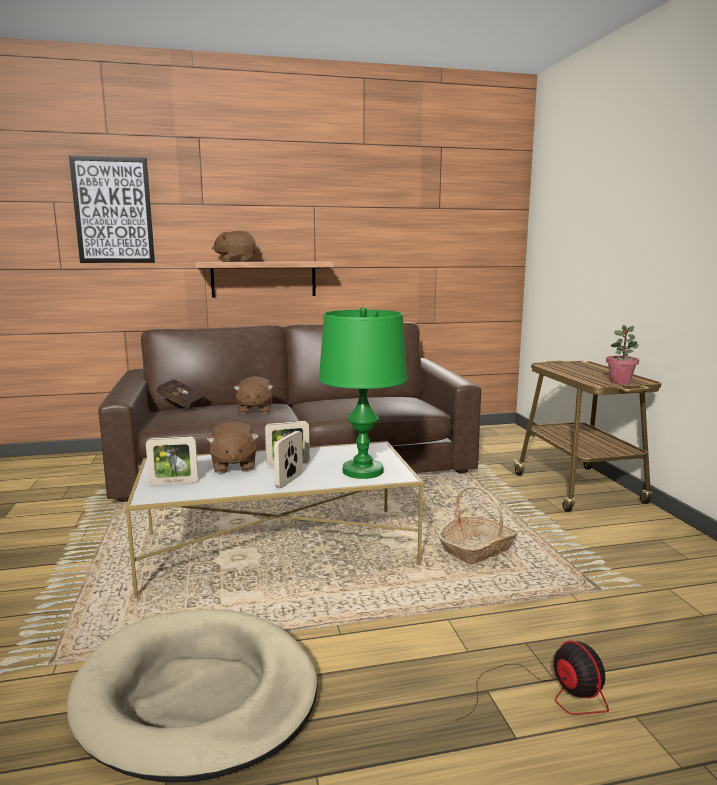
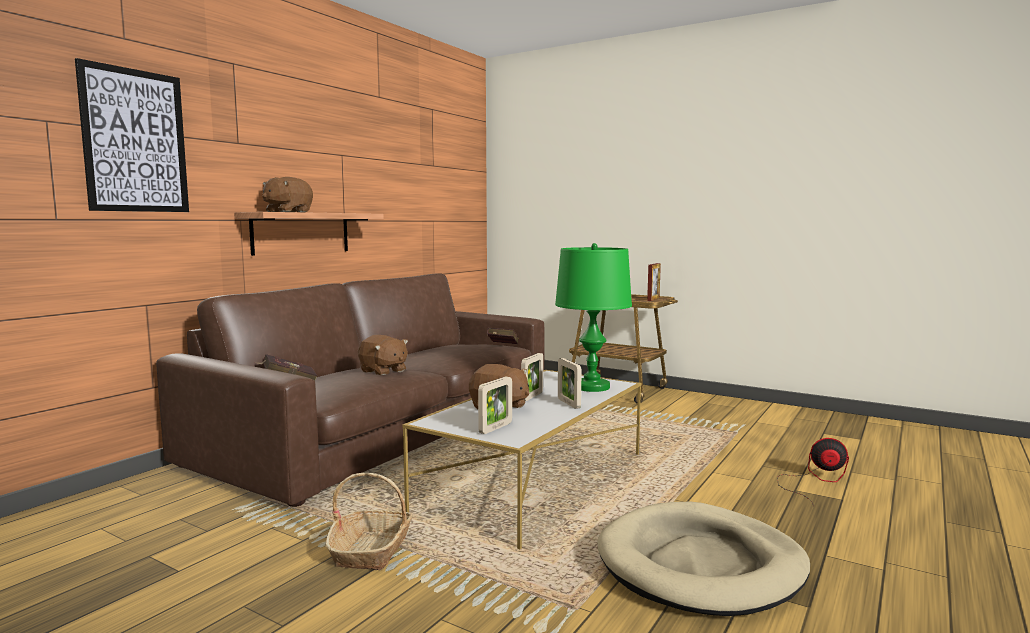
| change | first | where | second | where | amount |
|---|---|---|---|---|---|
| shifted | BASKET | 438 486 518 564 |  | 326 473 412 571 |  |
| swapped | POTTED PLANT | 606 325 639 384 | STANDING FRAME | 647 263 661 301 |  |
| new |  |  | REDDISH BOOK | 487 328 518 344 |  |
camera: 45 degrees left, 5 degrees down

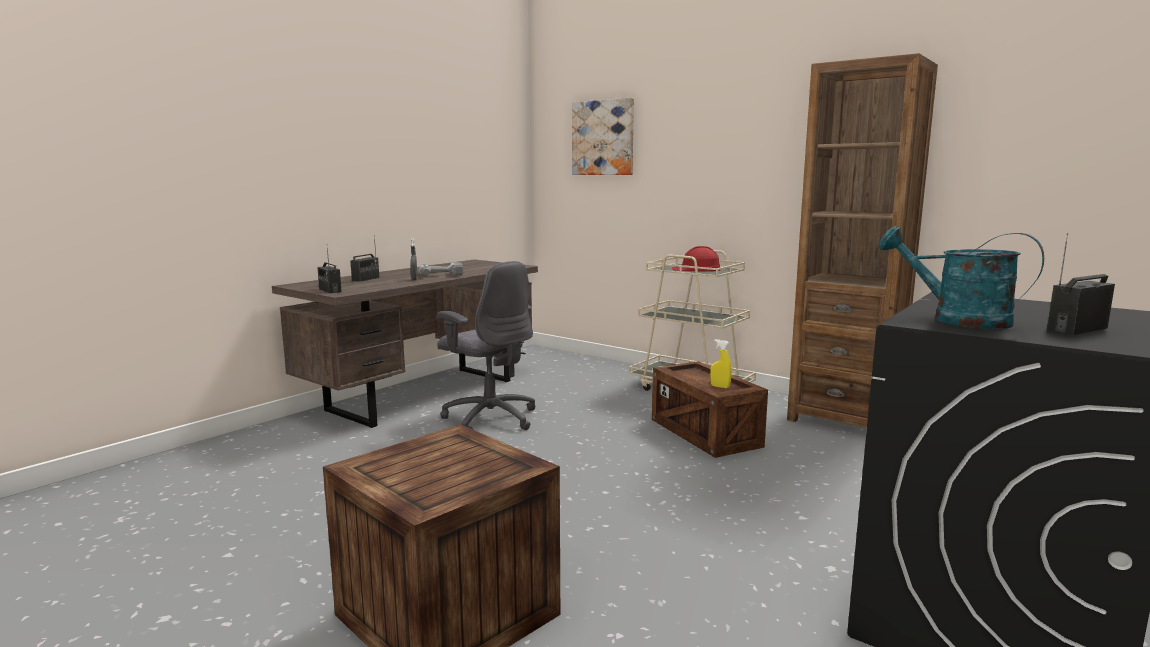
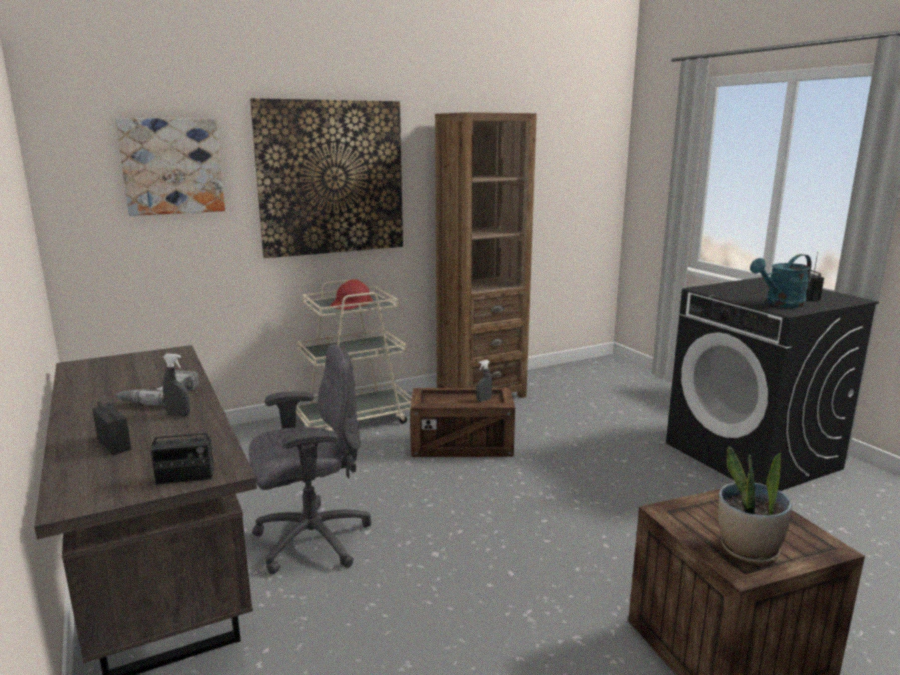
| change | first | where | second | where | amount |
|---|---|---|---|---|---|
| repainted | YELLOW HAND SPRAYER | 710 339 732 388 | GREY HAND SPRAYER | 476 360 492 402 |  |
| new |  |  | WALL ART | 250 98 403 258 |  |
| new |  |  | POTTED PLANT | 718 446 792 564 |  |
camera: 65 degrees left, 5 degrees up

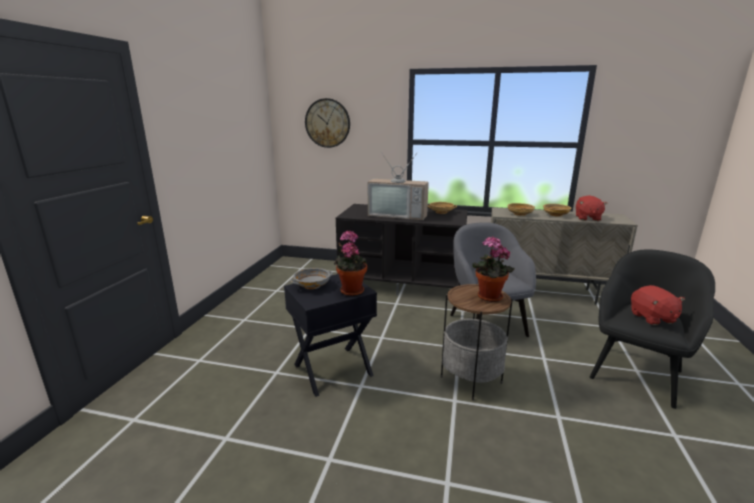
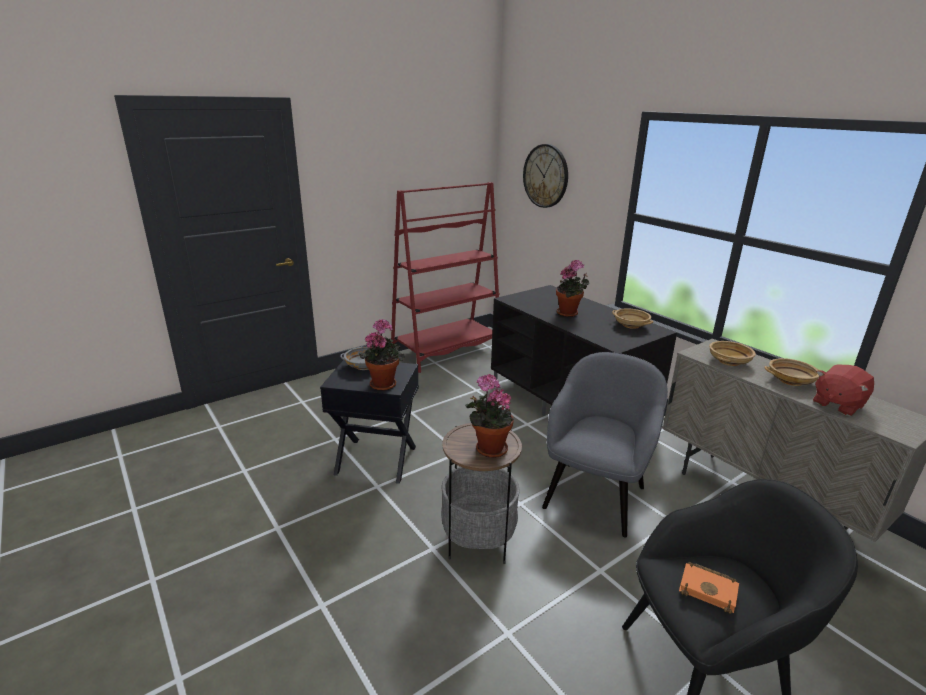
| change | first | where | second | where | amount |
|---|---|---|---|---|---|
| swapped | TELEVISION | 368 152 429 220 | POTTED PLANT | 556 260 590 317 |  |
| swapped | REDDISH SOFT TOY | 631 285 685 325 | ORANGEY BOOK | 679 562 739 614 |  |
| new |  |  | REDDISH SHELVING UNIT | 390 182 499 373 |  |
camera: 40 degrees right, 5 degrees up

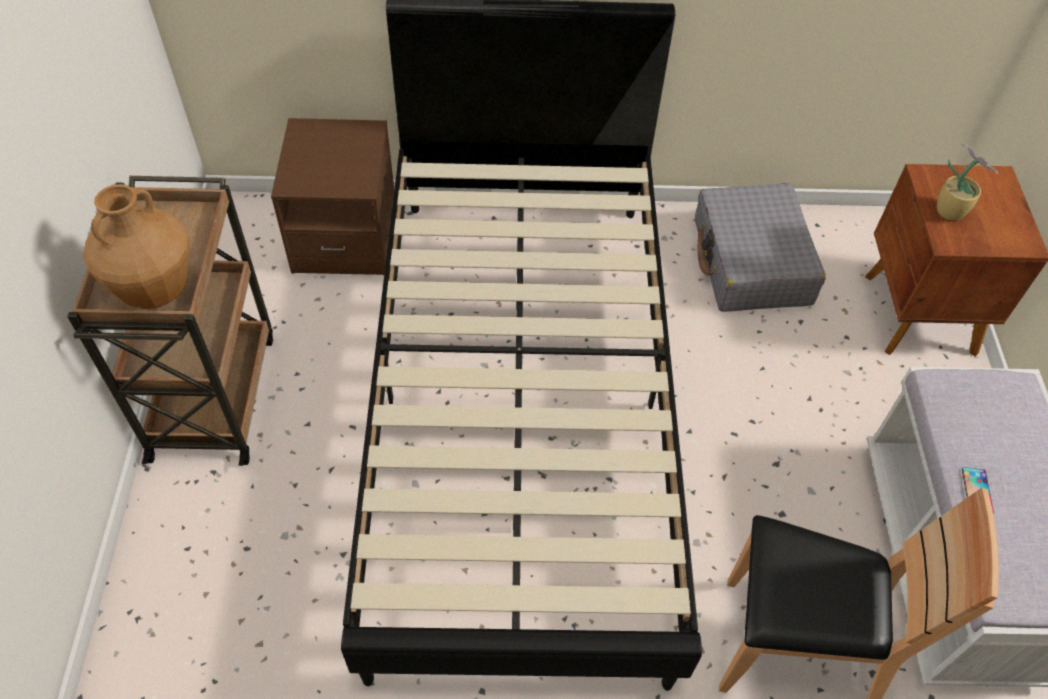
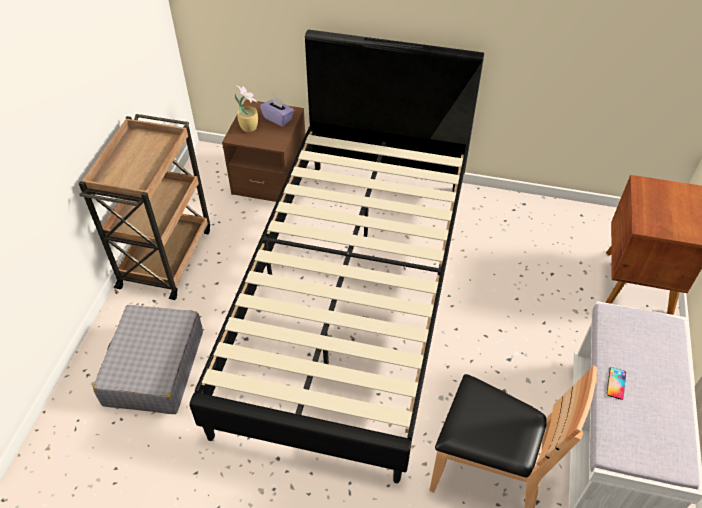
| change | first | where | second | where | amount |
|---|---|---|---|---|---|
| gone | BROWN FLOWER VASE | 83 184 190 309 |  |  |  |
| shifted | GREY PIECE OF LUGGAGE | 695 184 826 312 |  | 93 305 203 414 |  |
| shifted | POTTED PLANT | 937 144 998 221 |  | 234 85 258 132 |  |
| new |  |  | PURPLE TISSUE HOLDER | 260 96 294 127 |  |
camera: 15 degrees right, 5 degrees down

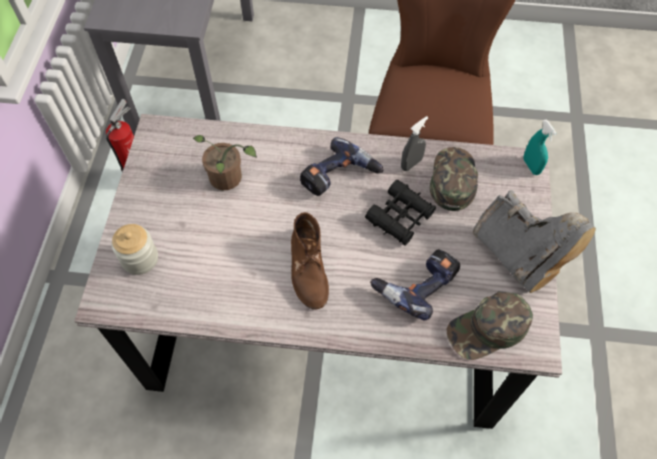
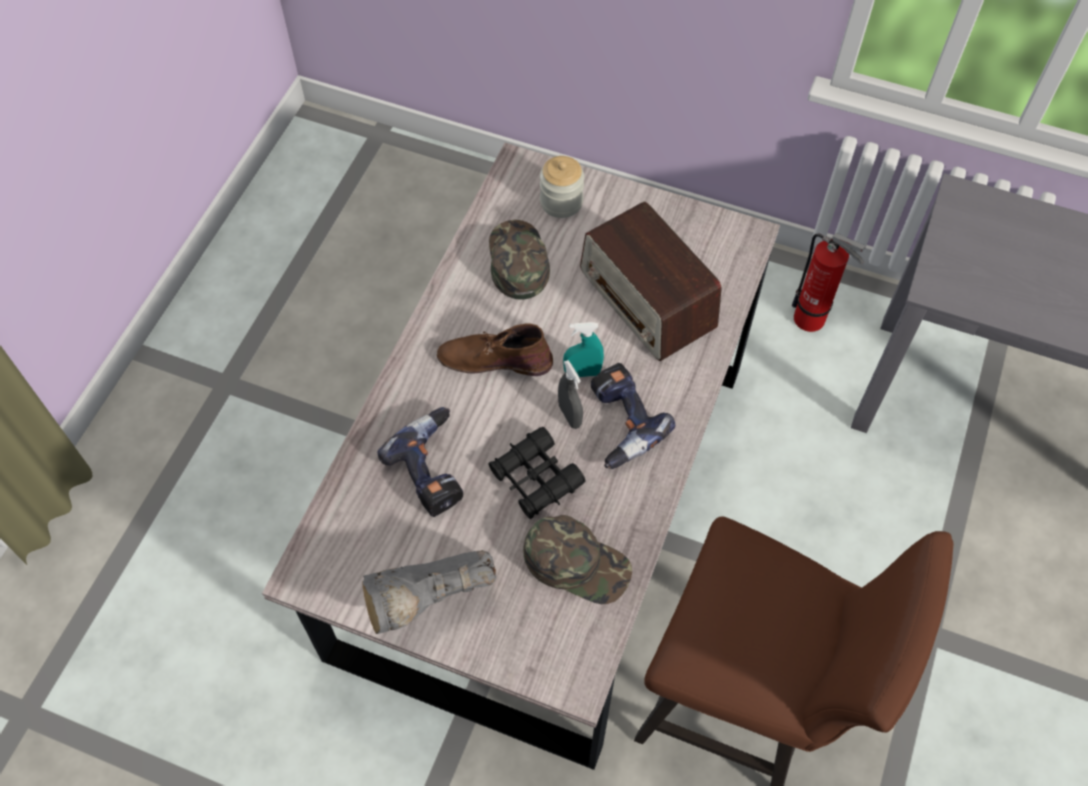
| change | first | where | second | where | amount |
|---|---|---|---|---|---|
| swapped | POTTED PLANT | 193 135 257 190 | RADIO | 580 201 722 361 |  |
| shifted | GREY HAND SPRAYER | 401 116 428 171 |  | 558 360 583 429 |  |
| shifted | GREEN-COLOURED CAP | 447 291 533 360 |  | 489 220 550 300 |  |
| shifted | BLUE-GREEN HAND SPRAYER | 523 120 557 175 |  | 563 322 604 377 |  |
camera: 105 degrees right, 0 degrees up

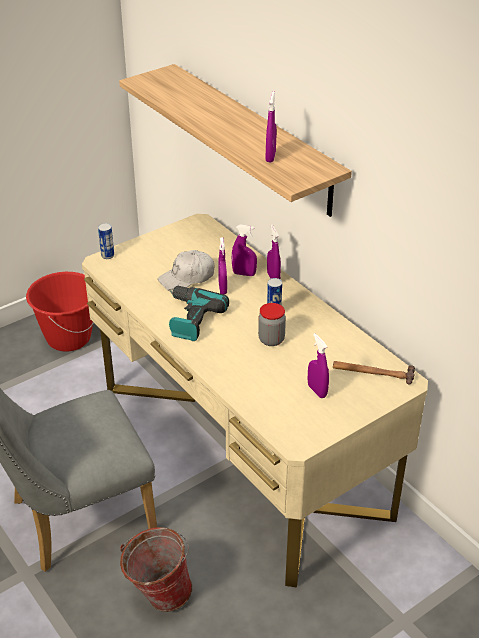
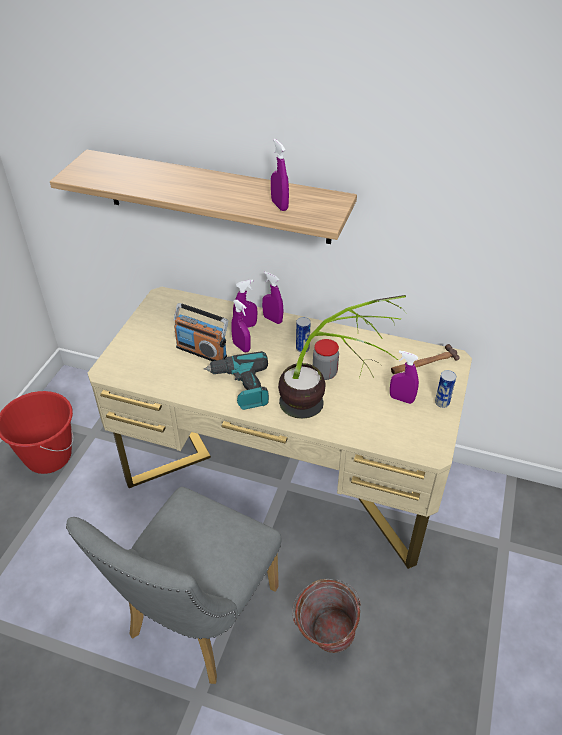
| change | first | where | second | where | amount |
|---|---|---|---|---|---|
| shifted | METAL CAN | 98 223 114 259 |  | 435 370 456 408 |  |
| swapped | WHITISH CAP | 158 250 214 290 | RADIO | 174 303 228 361 |  |
| new |  |  | POTTED PLANT | 278 295 407 419 |  |
camera: 35 degrees left, 5 degrees up

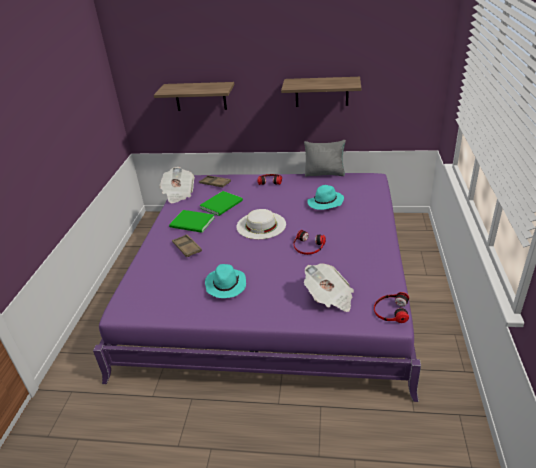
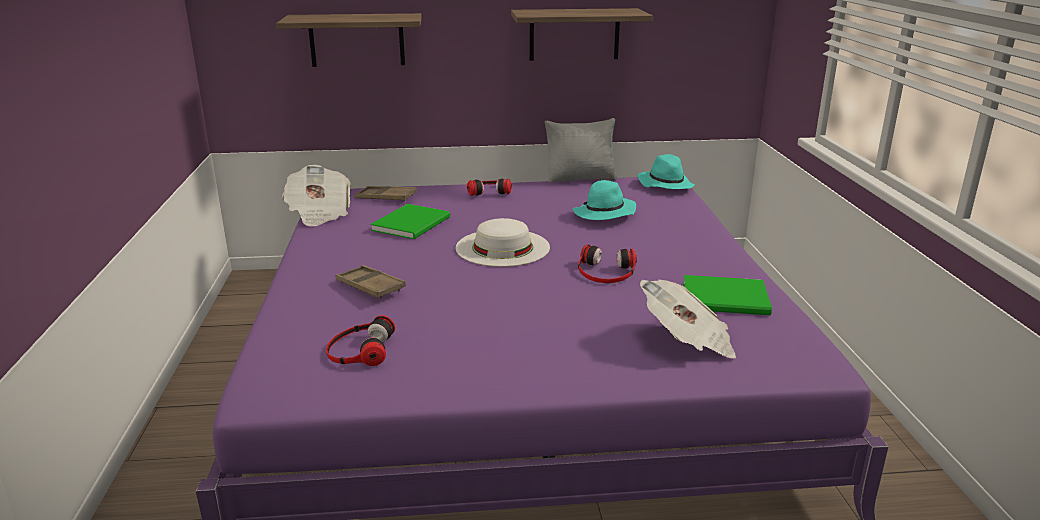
| change | first | where | second | where | amount |
|---|---|---|---|---|---|
| shifted | GREEN-COLOURED BOOK | 169 210 215 233 |  | 684 275 772 315 |  |
| shifted | BLUE-GREEN WEARABLE HAT | 205 264 246 298 |  | 638 154 695 189 |  |
| shifted | HEADPHONES | 374 292 409 323 |  | 326 315 395 366 |  |
camera: 15 degrees left, 10 degrees down

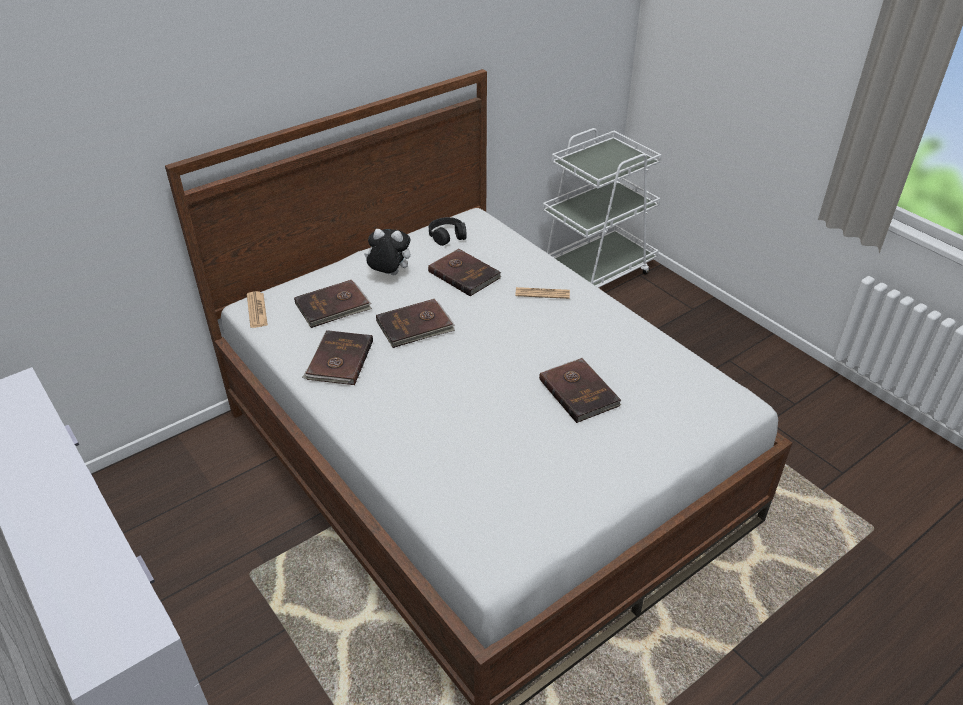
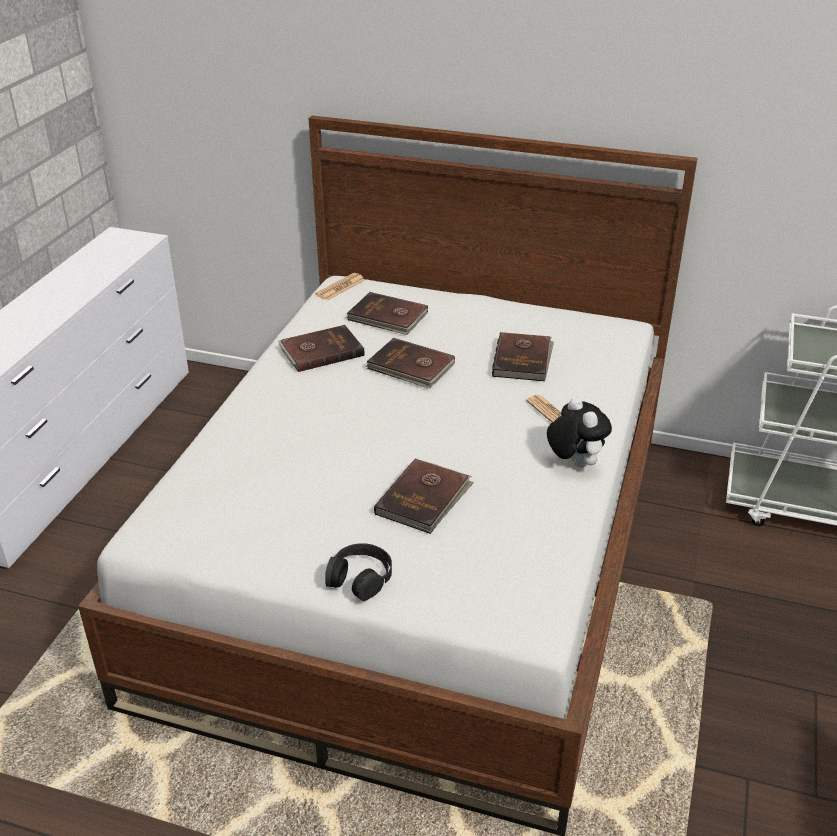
| change | first | where | second | where | amount |
|---|---|---|---|---|---|
| shifted | SOFT TOY | 364 229 410 275 |  | 547 397 612 468 |  |
| shifted | BLACK HEADPHONES | 429 217 467 246 |  | 325 543 392 601 |  |
camera: 55 degrees right, 5 degrees down

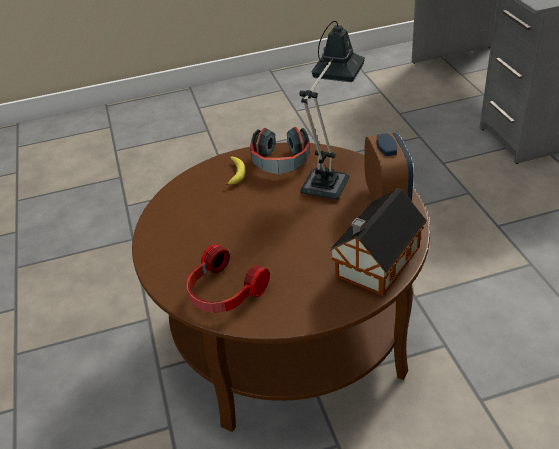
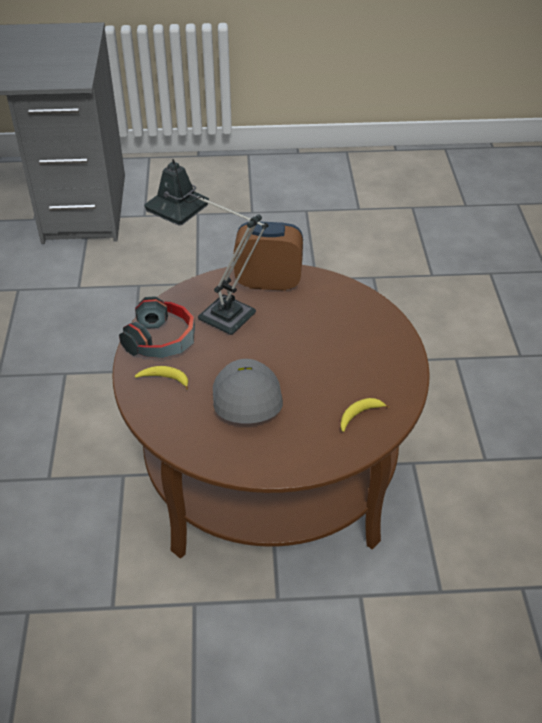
| change | first | where | second | where | amount |
|---|---|---|---|---|---|
| swapped | HEADPHONES | 186 244 270 313 | WHOLE BANANA | 341 398 389 432 |  |
| gone | TOY HOUSE | 329 188 427 296 |  |  |  |
| new |  |  | GREY CAP | 213 359 283 423 |  |
camera: 80 degrees left, 5 degrees up

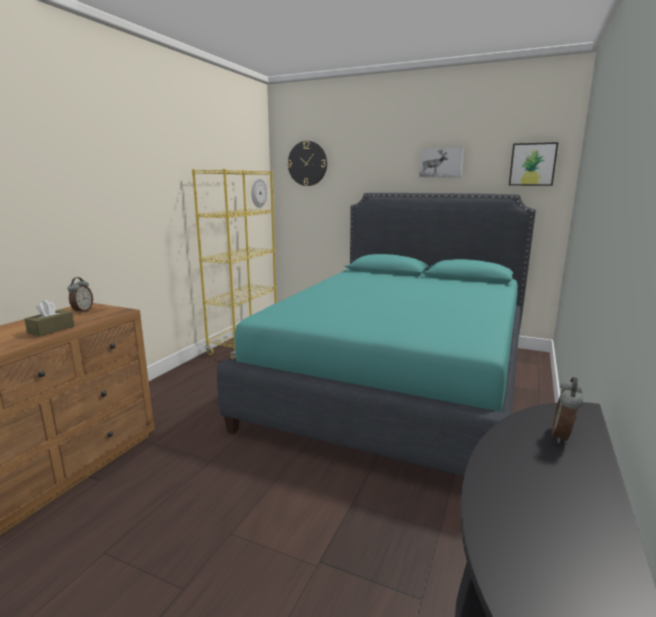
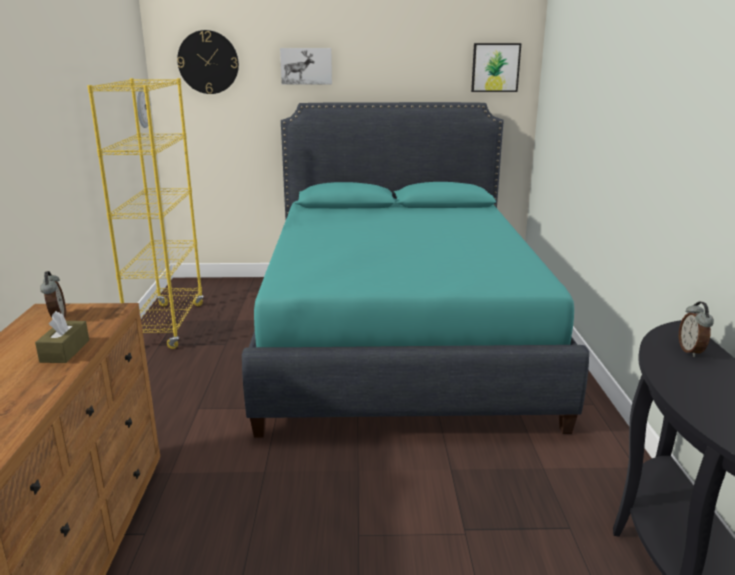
| change | first | where | second | where | amount |
|---|---|---|---|---|---|
| shifted | WALL ART | 419 147 464 177 |  | 280 48 332 85 |  |
camera: 25 degrees left, 5 degrees up

